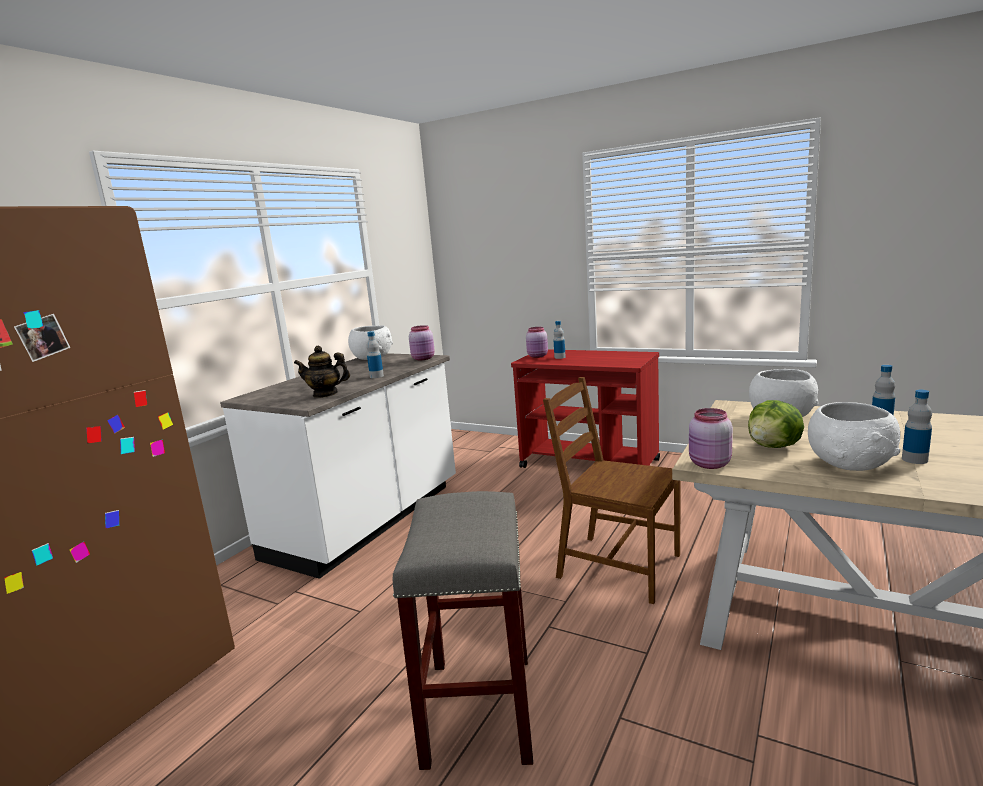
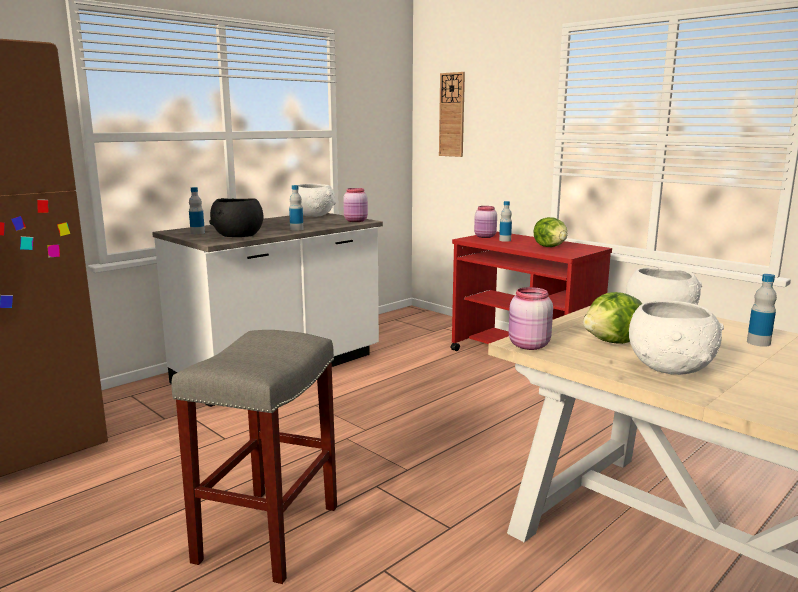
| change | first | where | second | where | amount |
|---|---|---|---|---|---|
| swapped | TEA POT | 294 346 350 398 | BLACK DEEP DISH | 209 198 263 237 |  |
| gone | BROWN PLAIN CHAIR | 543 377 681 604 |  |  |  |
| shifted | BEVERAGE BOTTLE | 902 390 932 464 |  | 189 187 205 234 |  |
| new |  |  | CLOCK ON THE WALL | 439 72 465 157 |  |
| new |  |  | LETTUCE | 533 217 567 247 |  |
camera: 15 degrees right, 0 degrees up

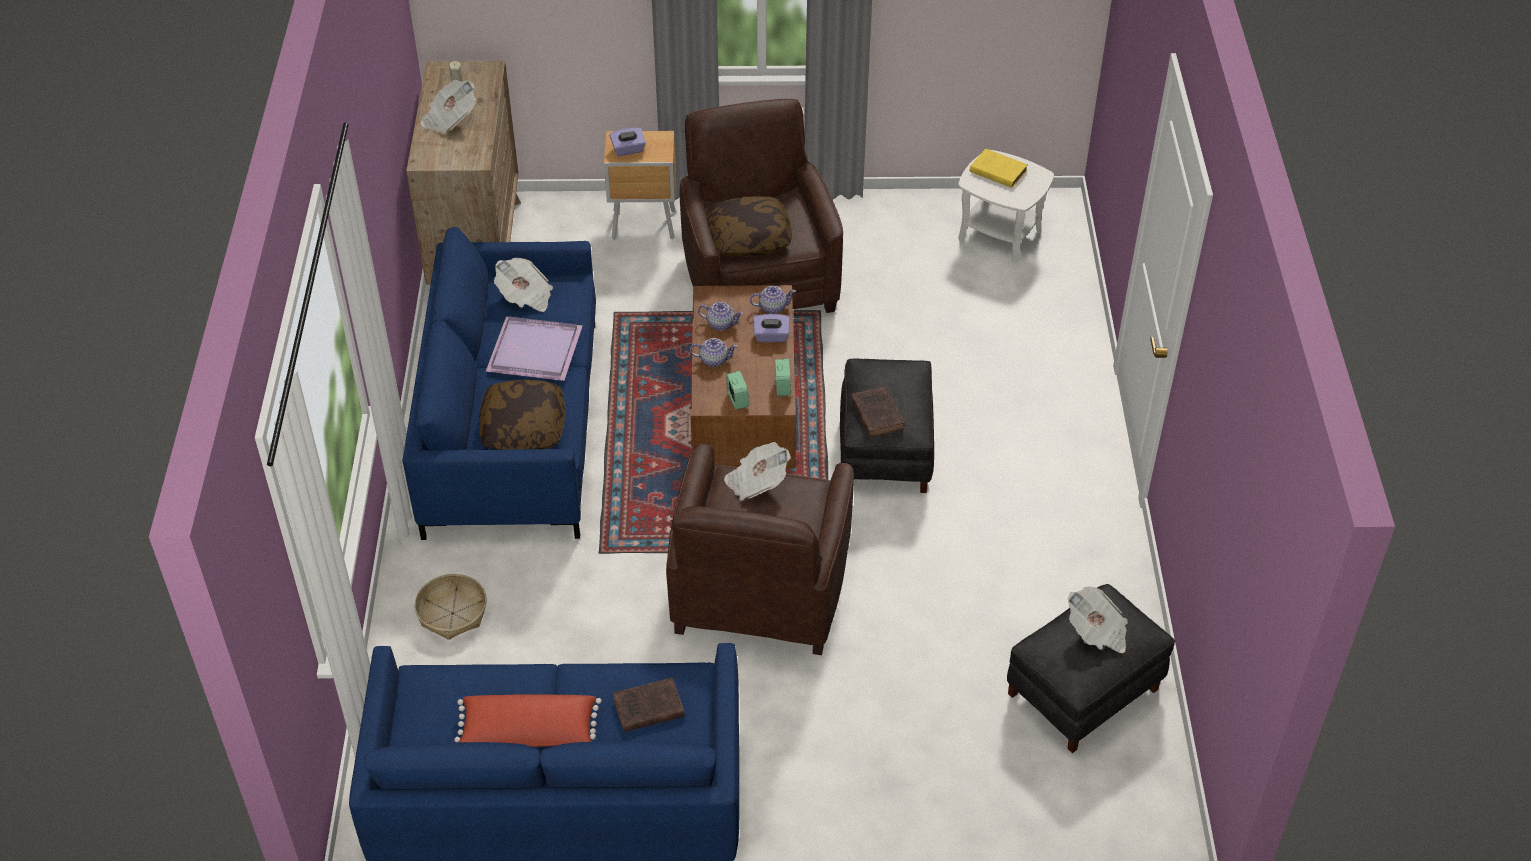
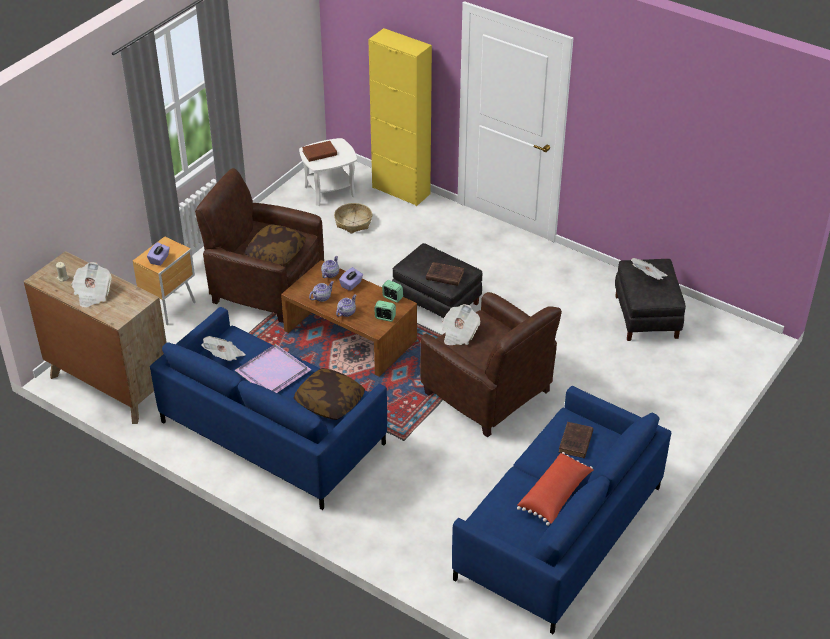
| change | first | where | second | where | amount |
|---|---|---|---|---|---|
| shifted | BASKET | 414 574 487 640 |  | 334 203 372 234 |  |
| repainted | YELLOW BOOK | 970 149 1028 188 | BROWN BOOK | 302 141 337 162 |  |
| new |  |  | YELLOW CABINET | 368 28 432 206 |  |
camera: 55 degrees left, 5 degrees down

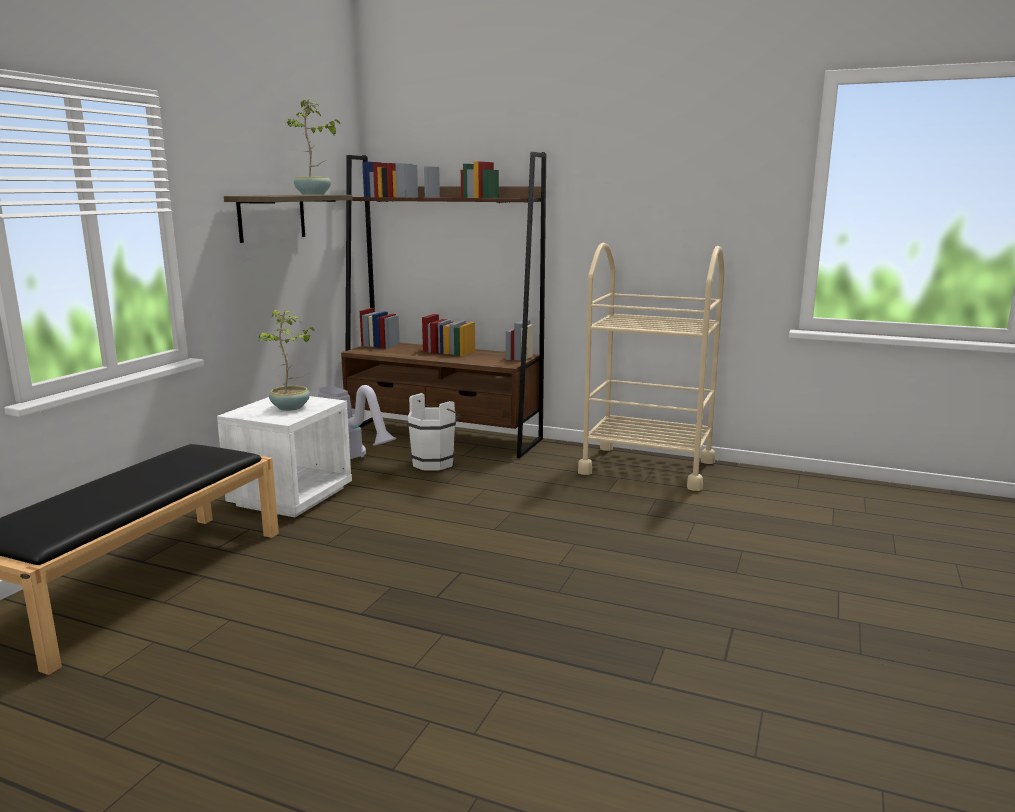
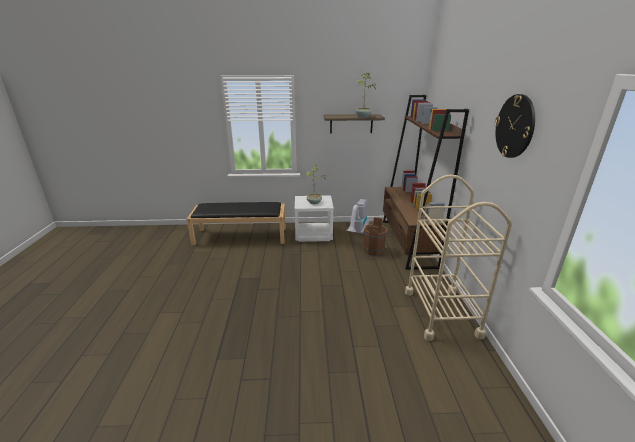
| change | first | where | second | where | amount |
|---|---|---|---|---|---|
| repainted | WHITISH PAIL | 407 393 462 471 | BROWN PAIL | 363 217 391 256 |  |
| new |  |  | CLOCK ON THE WALL | 495 94 535 158 |  |
camera: 65 degrees right, 10 degrees up

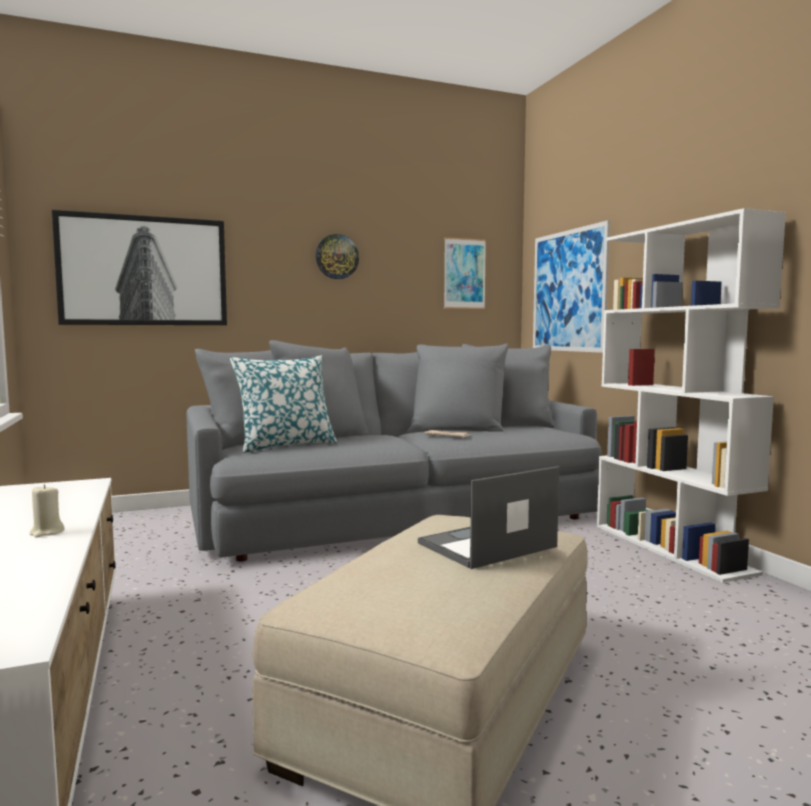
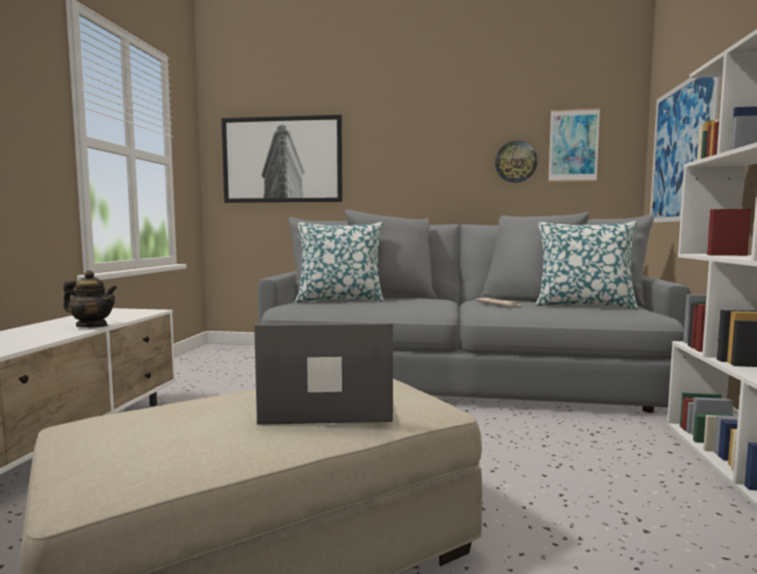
| change | first | where | second | where | amount |
|---|---|---|---|---|---|
| gone | BEIGE-COLOURED CANDLE | 29 484 65 538 |  |  |  |
| shifted | CLOCK ON THE WALL | 315 234 359 279 |  | 495 141 538 183 |  |
| new |  |  | TEA POT | 63 271 117 328 |  |
| new |  |  | PILLOW | 536 221 638 310 |  |
camera: 30 degrees right, 0 degrees up

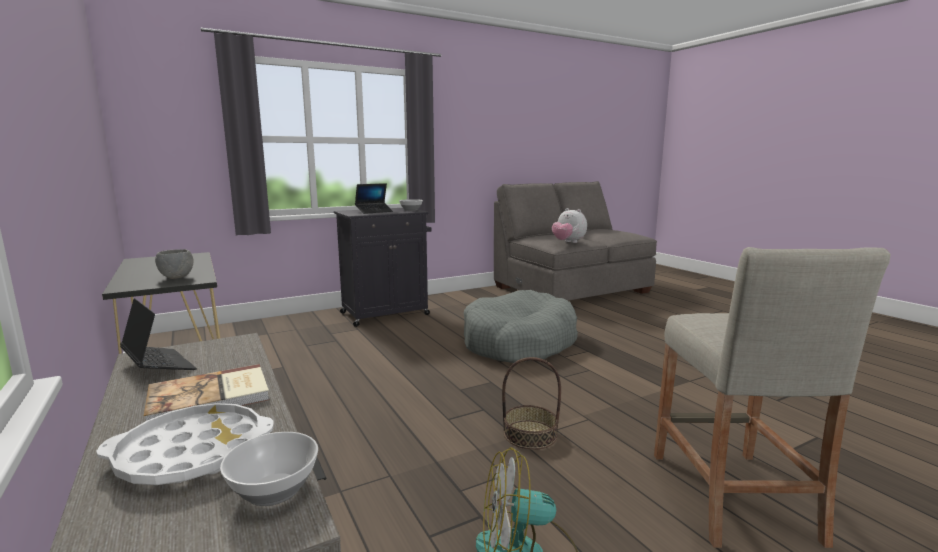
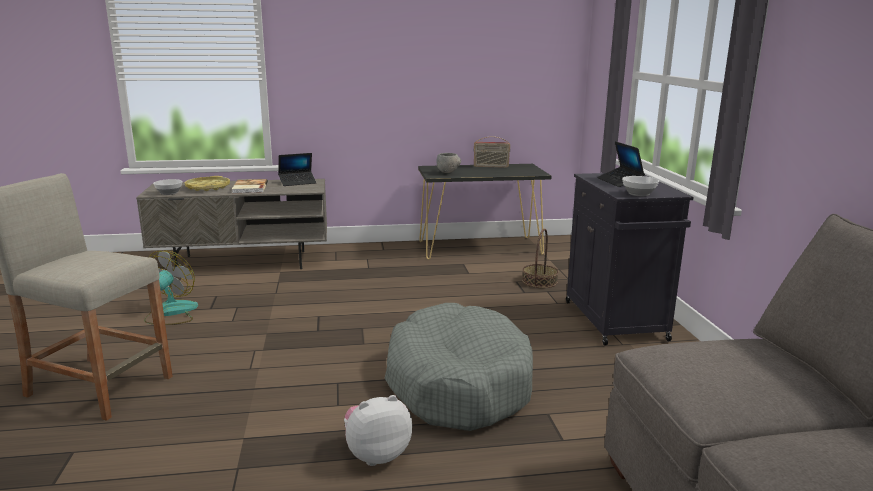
| change | first | where | second | where | amount |
|---|---|---|---|---|---|
| repainted | WHITISH CARRYING TRAY | 96 403 274 485 | YELLOW CARRYING TRAY | 185 176 230 191 |  |
| shifted | BASKET | 502 357 561 450 |  | 522 228 558 288 |  |
| shifted | SOFT TOY | 552 208 587 243 |  | 344 395 412 466 |  |
| new |  |  | RADIO | 473 136 510 168 |  |
camera: 110 degrees right, 5 degrees up

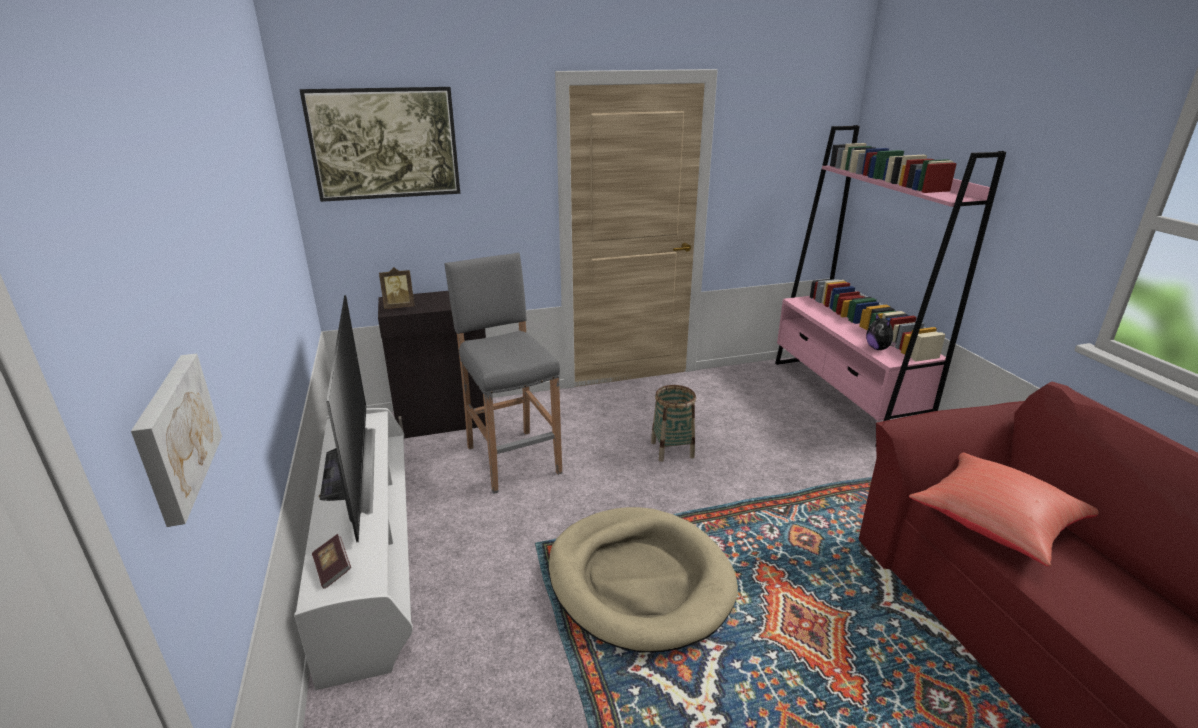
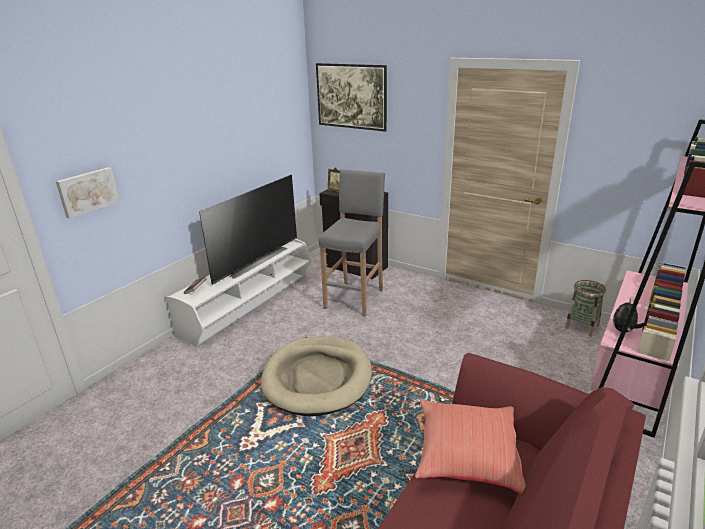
| change | first | where | second | where | amount |
|---|---|---|---|---|---|
| shifted | BASKET | 651 385 696 462 |  | 565 280 606 337 |  |
camera: 50 degrees right, 0 degrees up

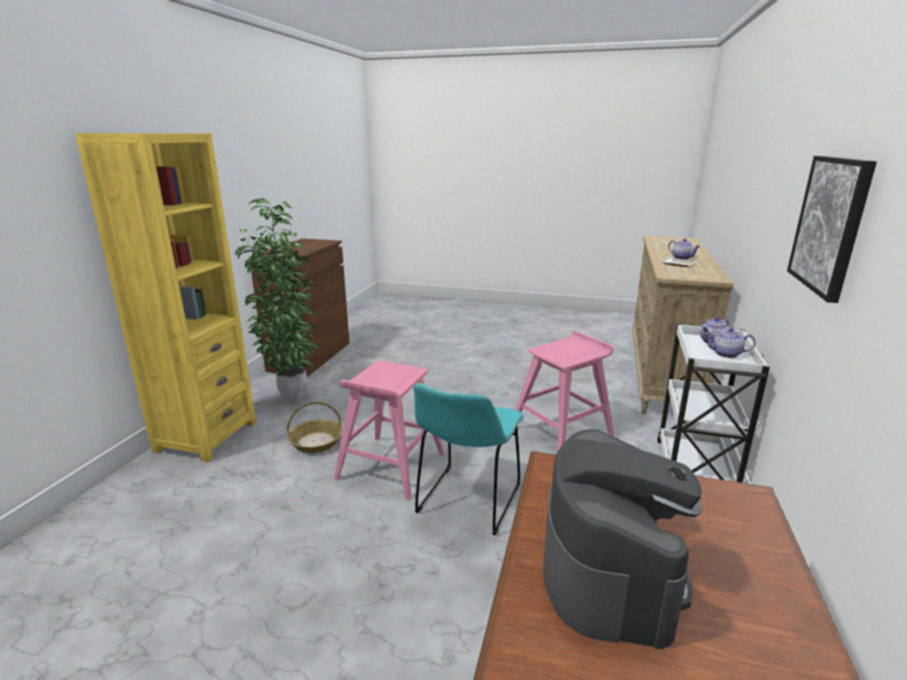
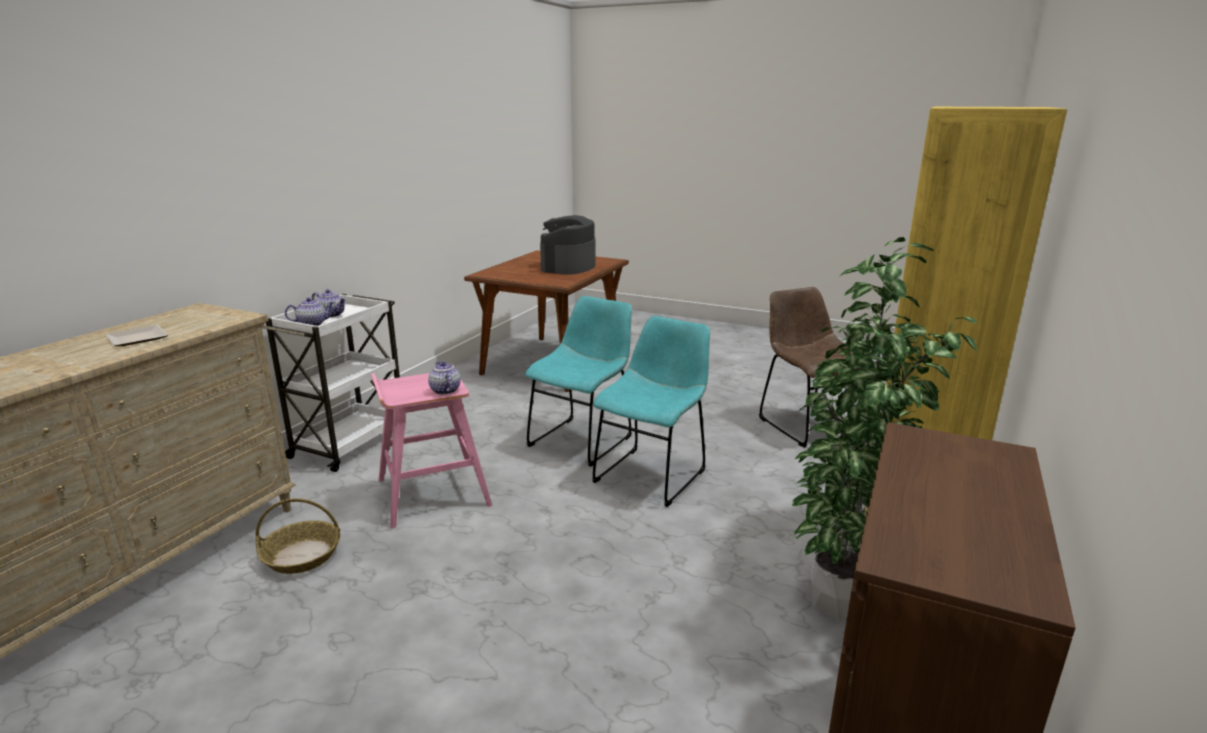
| change | first | where | second | where | amount |
|---|---|---|---|---|---|
| shifted | BASKET | 287 402 342 453 |  | 256 498 341 574 |  |
| swapped | PINK-COLOURED SITTING STOOL | 334 361 445 501 | BLUE-GREEN PLAIN CHAIR | 592 316 710 507 |  |
| shifted | TEA POT | 668 239 700 260 |  | 428 361 461 395 |  |
| gone | WALL ART | 787 156 877 303 |  |  |  |
| new |  |  | BROWN PLAIN CHAIR | 759 287 865 447 |  |
camera: 170 degrees left, 0 degrees up

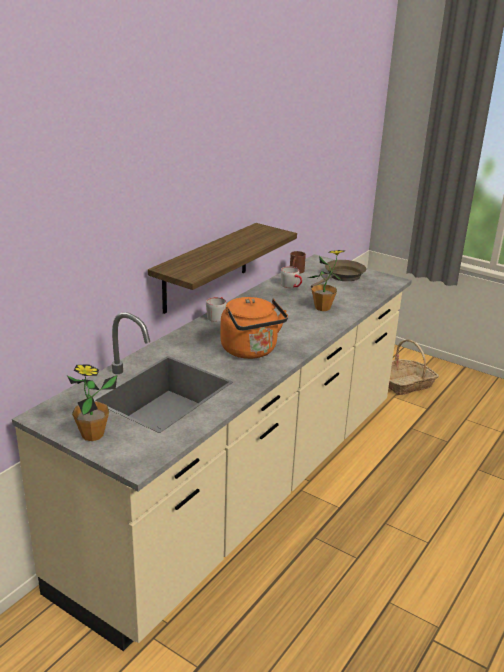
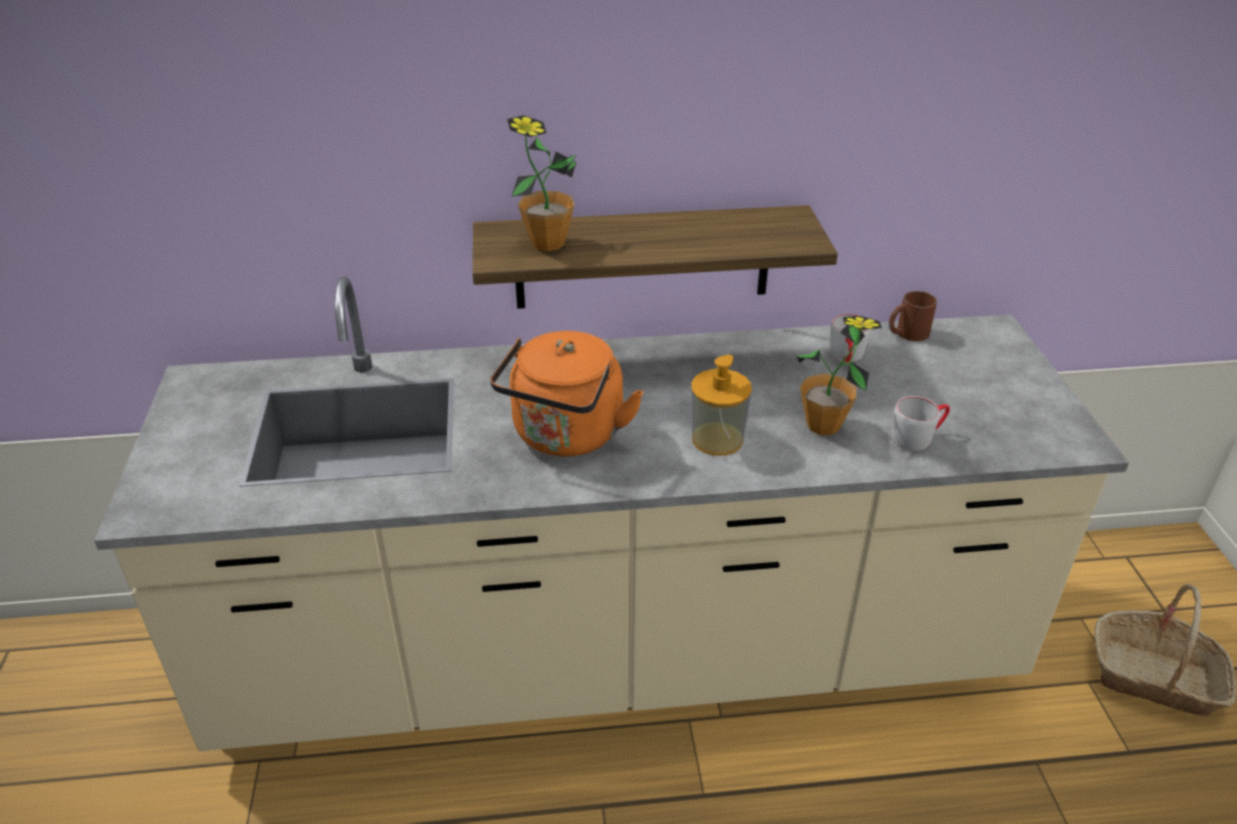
| change | first | where | second | where | amount |
|---|---|---|---|---|---|
| shifted | POTTED PLANT | 67 364 117 441 |  | 507 115 576 251 |  |
| shifted | GREY TEA MUG | 206 297 227 322 |  | 892 396 950 451 |  |
| gone | BROWN SKILLET | 311 260 366 288 |  |  |  |
| new |  |  | SOAP BOTTLE | 691 355 752 456 |  |
camera: 50 degrees right, 10 degrees up

